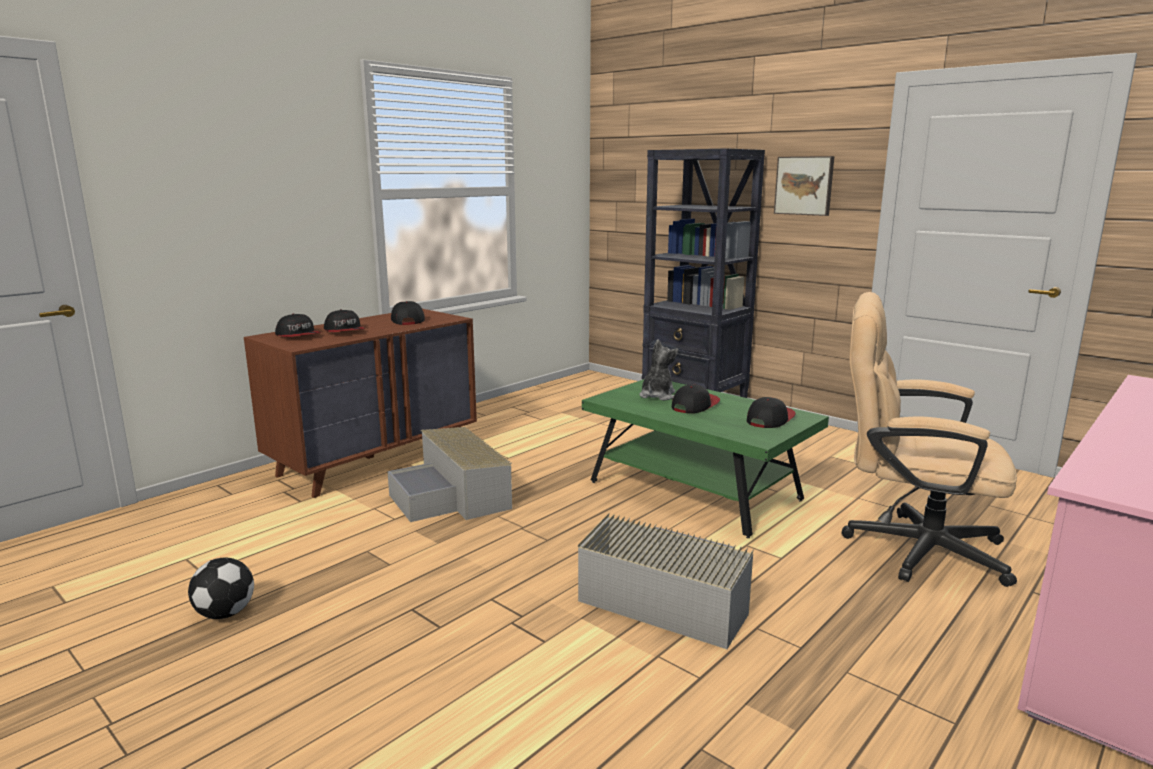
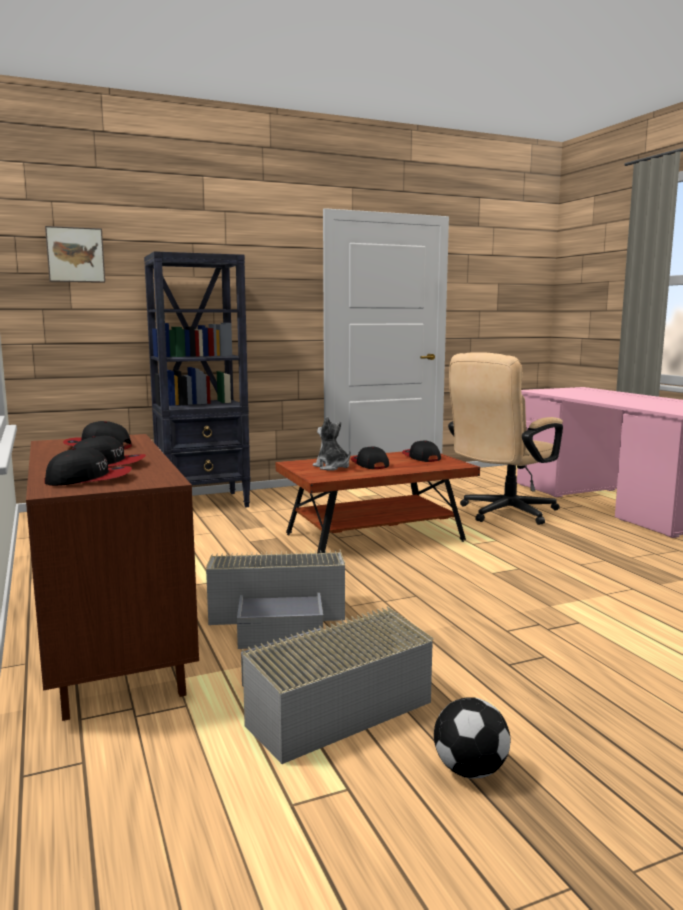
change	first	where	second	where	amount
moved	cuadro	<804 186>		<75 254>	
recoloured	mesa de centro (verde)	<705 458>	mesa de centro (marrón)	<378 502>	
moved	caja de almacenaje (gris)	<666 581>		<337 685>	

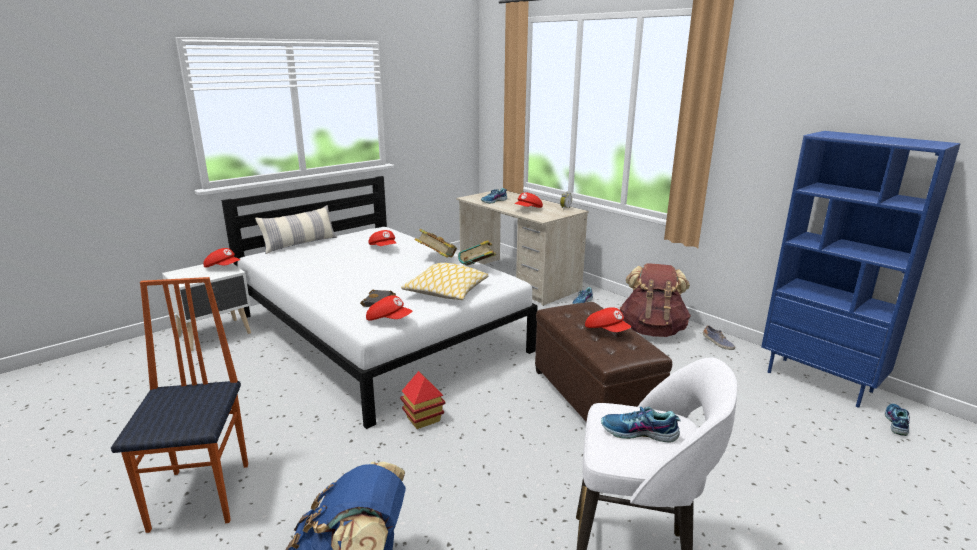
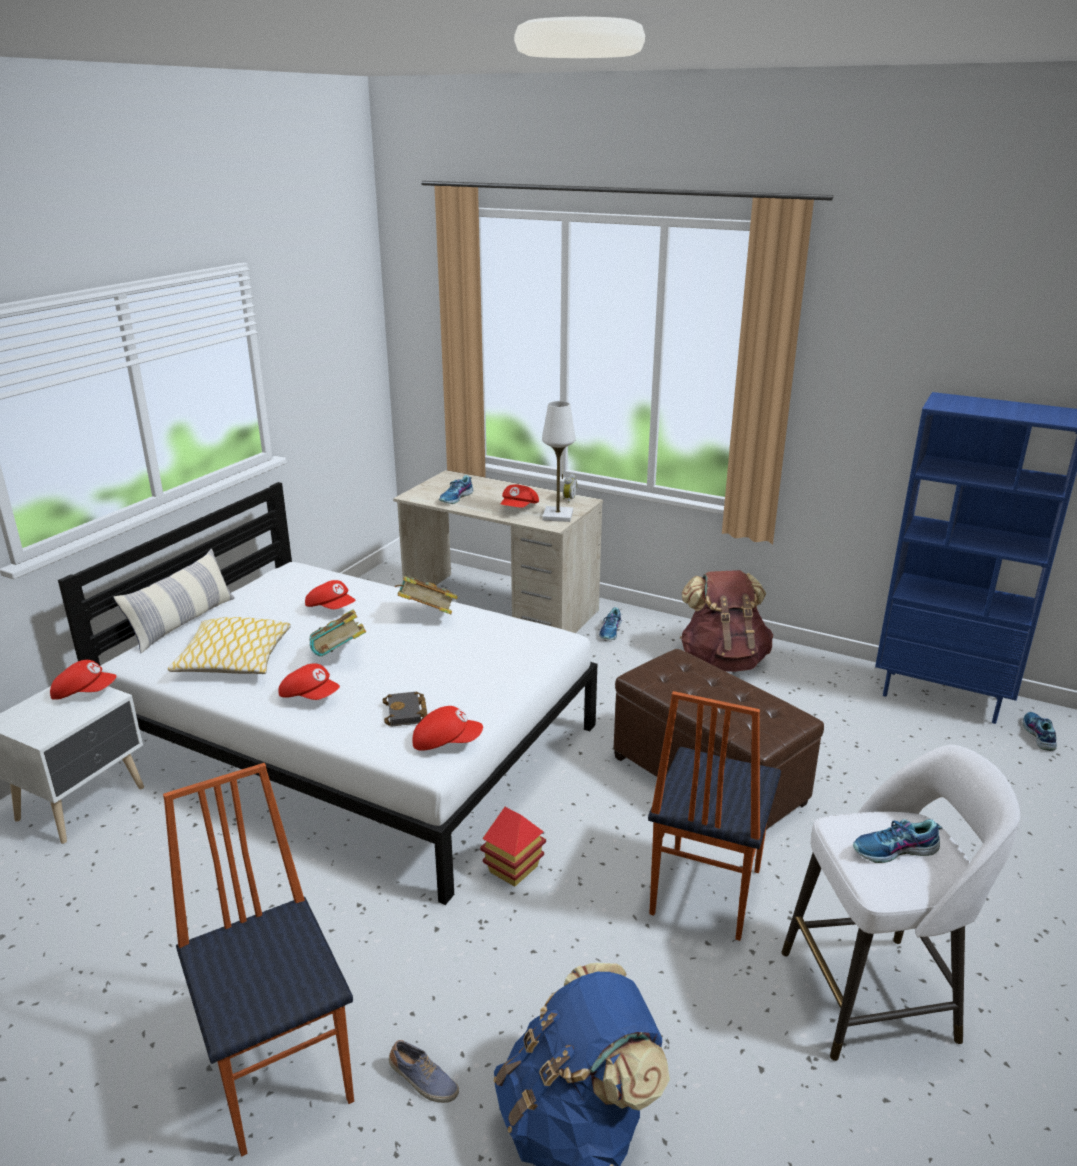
change	first	where	second	where	amount
moved	libro	<477 253>		<338 632>	
moved	cojín	<445 281>		<229 645>	
moved	gorra (rojo)	<608 319>		<309 682>	
moved	zapato	<719 337>		<424 1071>	
added			lámpara de mesa (blanco)	<559 461>	
added			silla	<714 816>	

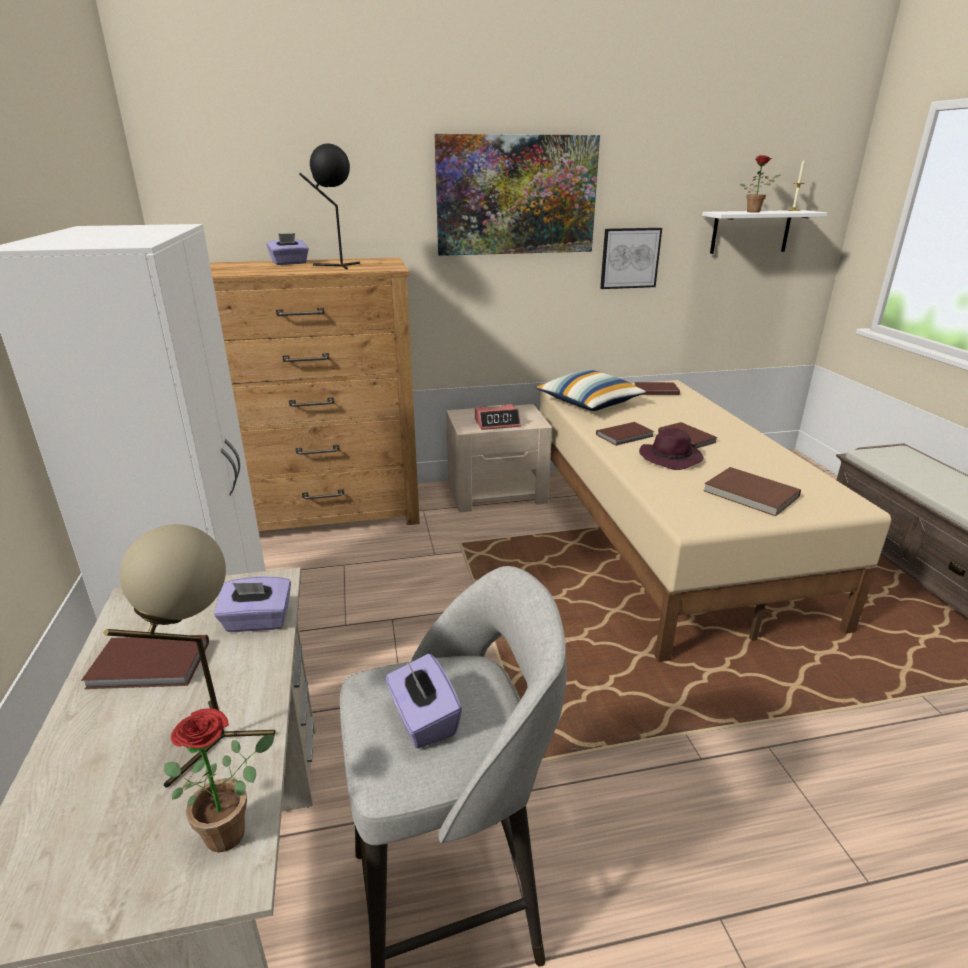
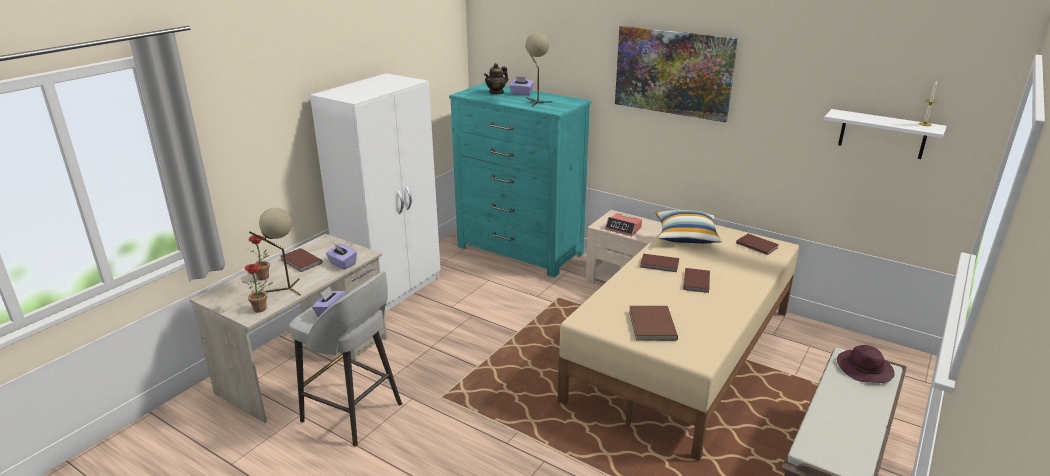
change	first	where	second	where	amount
recoloured	lámpara de mesa (negro)	<329 207>	lámpara de mesa (beis)	<539 69>	
moved	planta en maceta	<760 184>		<258 257>	
removed	cuadro	<631 258>			
recoloured	cómoda (marrón)	<315 394>	cómoda (turquesa)	<520 180>	
moved	sombrero (morado)	<671 449>		<866 364>	
added			tetera	<496 79>	

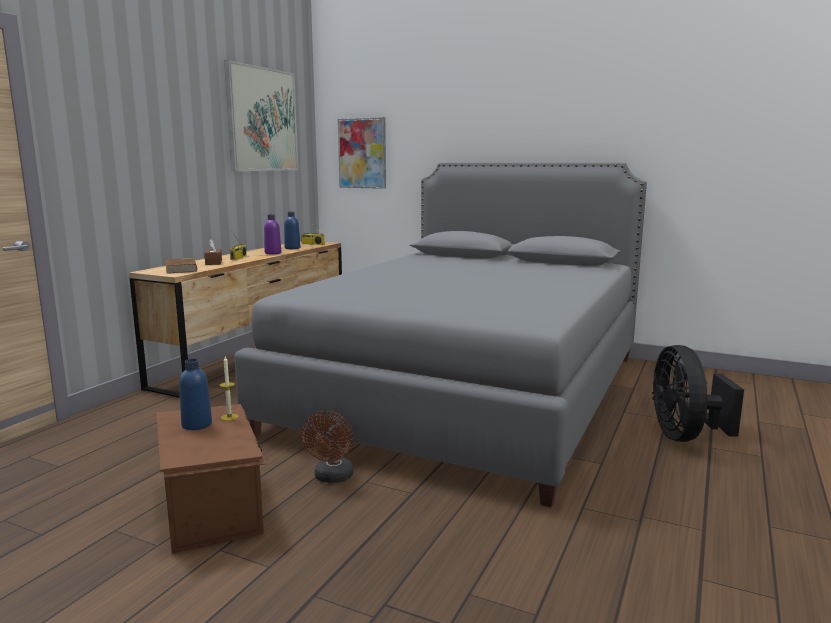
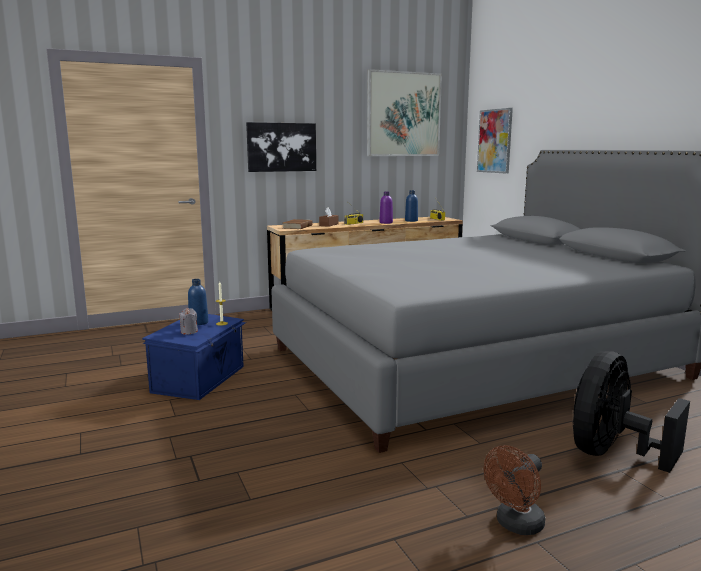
change	first	where	second	where	amount
recoloured	caja de almacenaje (marrón)	<211 479>	caja de almacenaje (azul)	<194 357>	
moved	ventilador (marrón)	<327 447>		<514 490>	
added			cuadro	<281 147>	
added			vela (gris)	<188 321>	

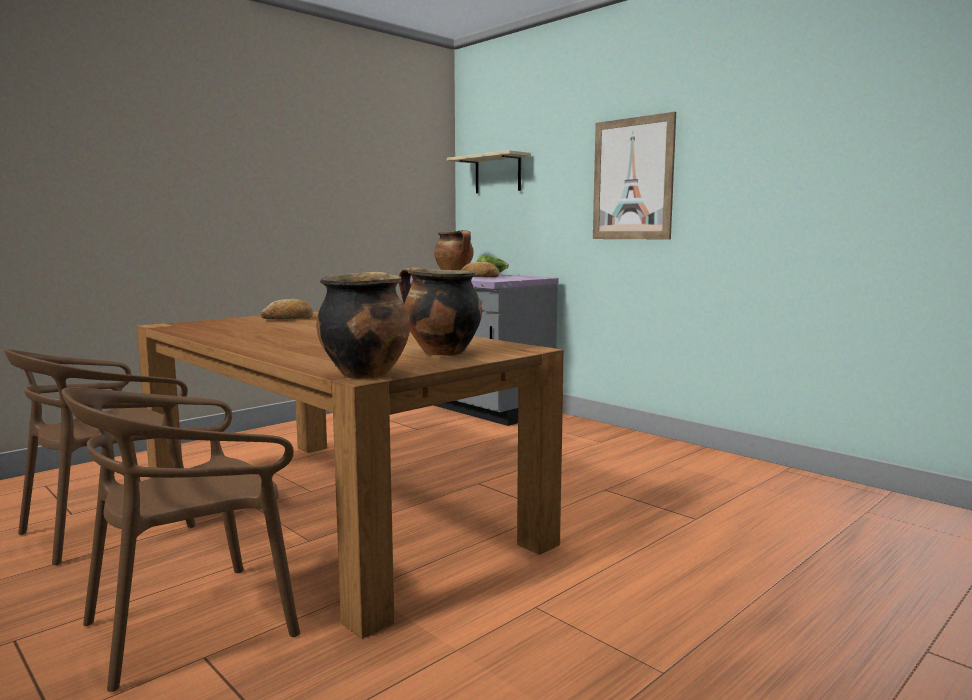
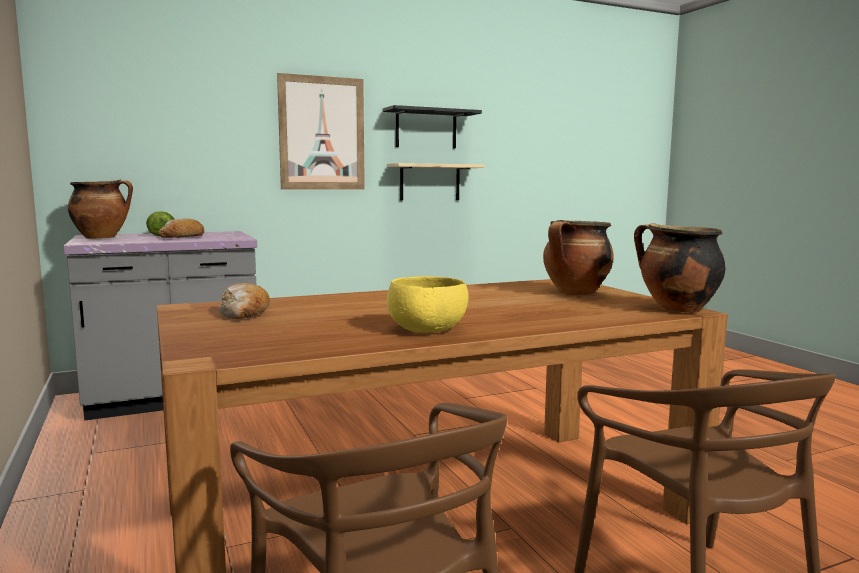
change	first	where	second	where	amount
moved	estante (beis)	<489 171>		<436 182>	
added			estante (negro)	<432 127>	
added			cuenco (amarillo)	<427 304>	

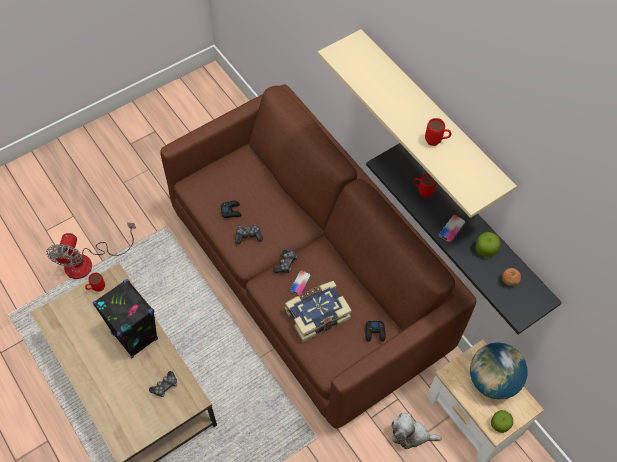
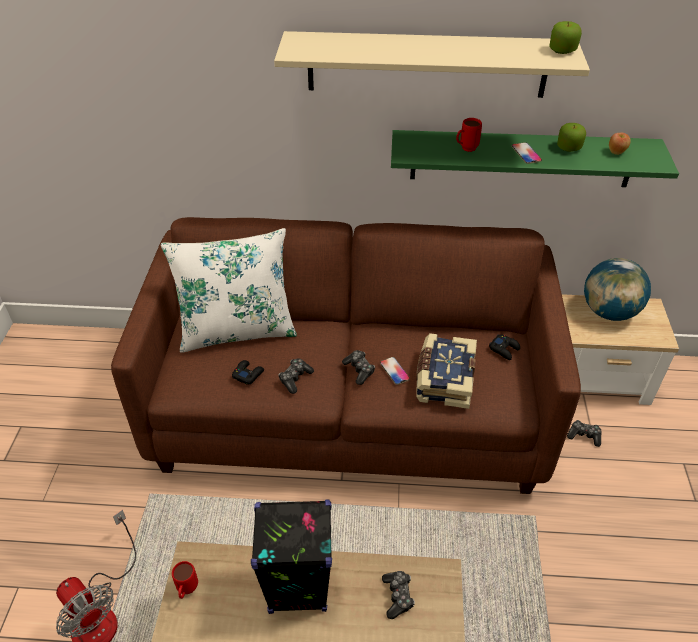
change	first	where	second	where	amount
removed	taza grande (rojo)	<438 132>			
recoloured	estante (negro)	<464 239>	estante (verde)	<535 158>	
moved	manzana	<502 421>		<565 37>	
replaced	peluche	<417 431>	mando de consola	<584 433>	
added			cojín (blanco)	<229 290>	

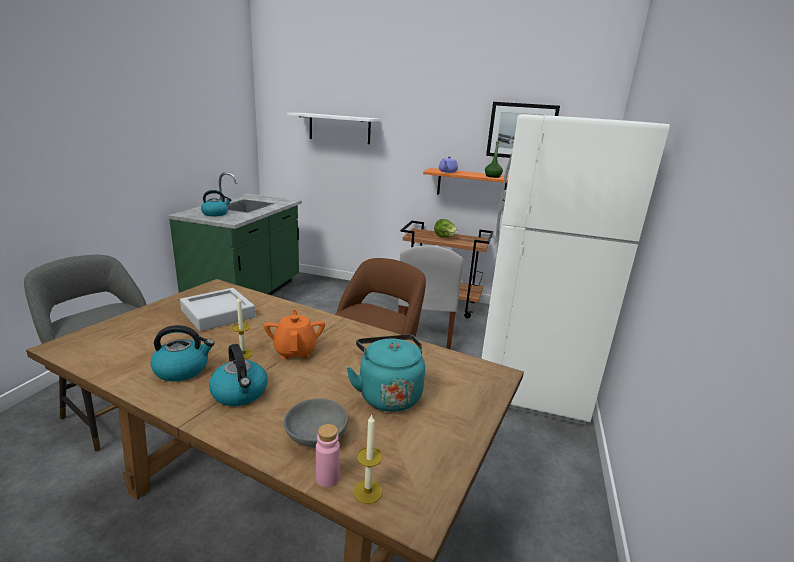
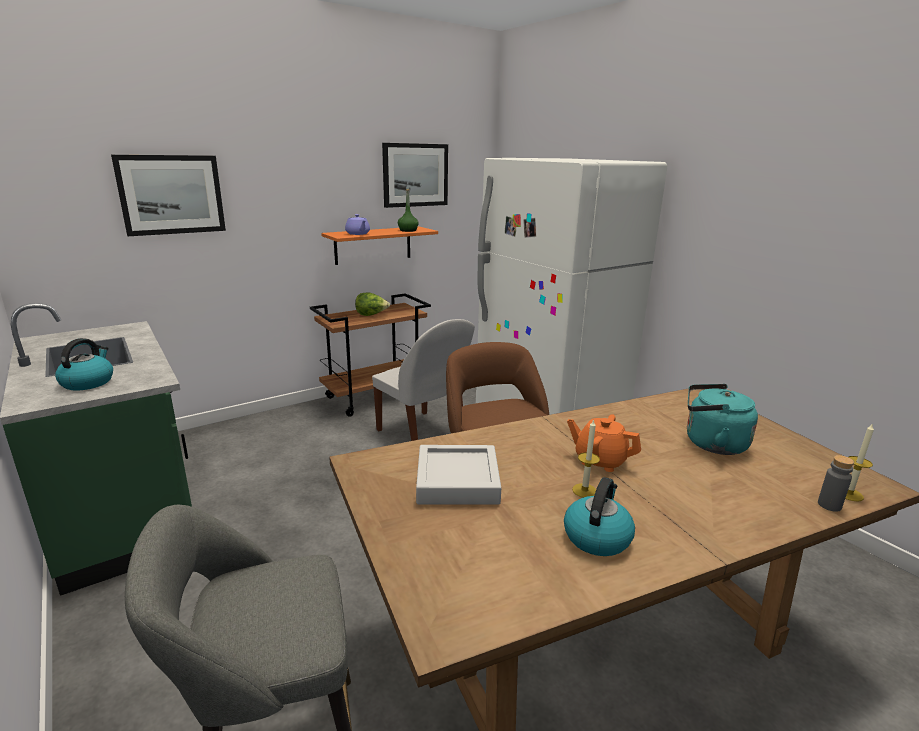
change	first	where	second	where	amount
replaced	estante (blanco)	<333 128>	cuadro	<168 195>	
removed	hervidor	<238 375>			
removed	cuenco (gris)	<316 423>			
recoloured	botella (rosa)	<328 455>	botella (gris)	<836 483>	

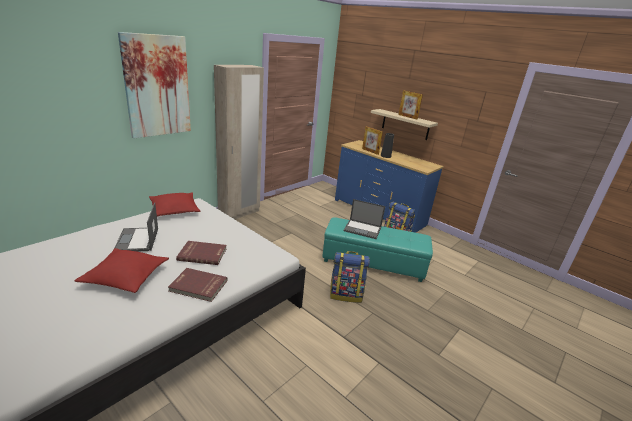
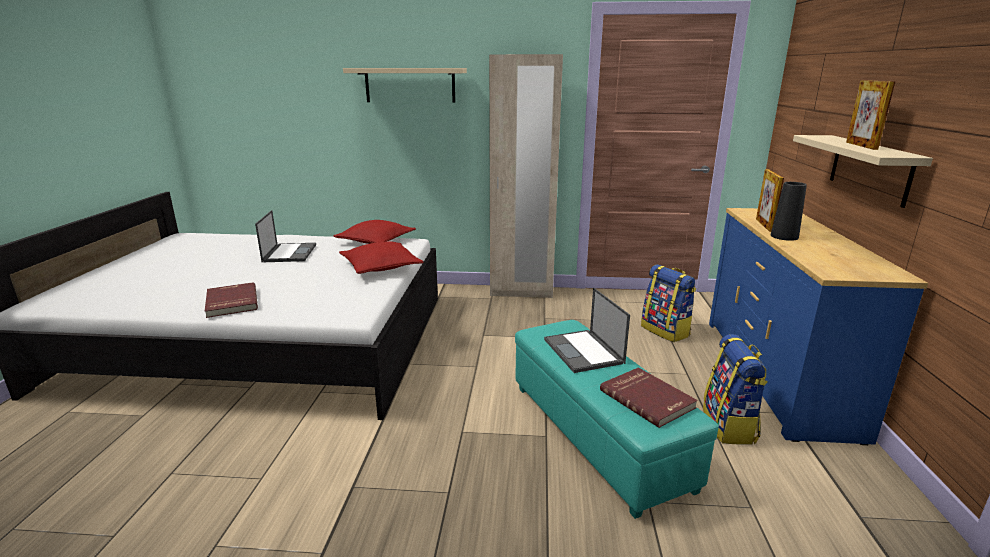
change	first	where	second	where	amount
replaced	cuadro	<154 85>	estante (beis)	<405 85>	
turned	portátil	<135 227>		<285 236>	135 degrees clockwise
moved	libro (rojo)	<201 253>		<649 397>	
moved	cojín (rojo)	<121 270>		<381 257>	
moved	mochila	<350 277>		<668 303>	

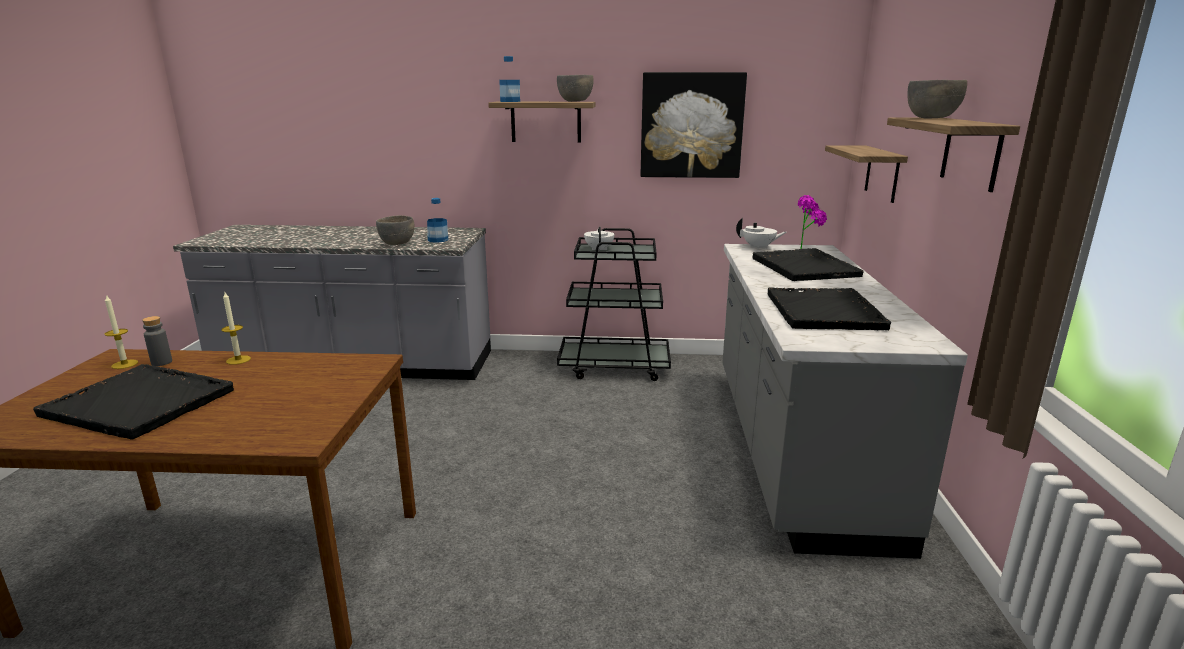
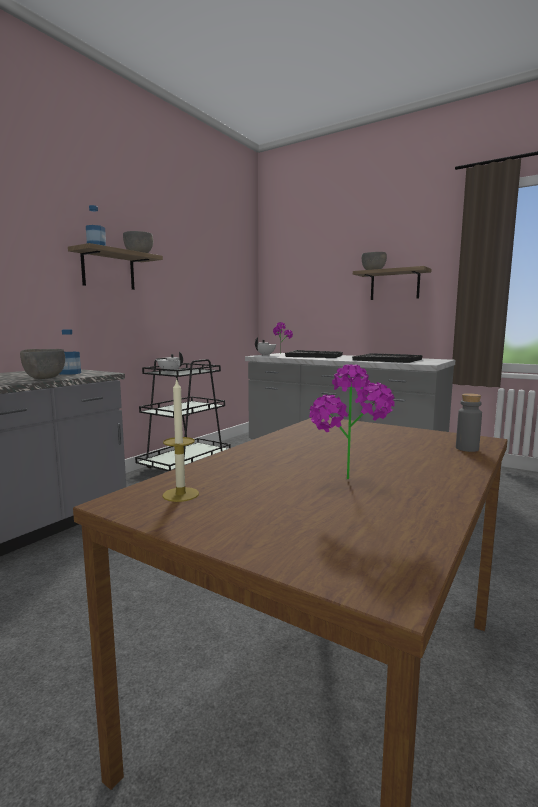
change	first	where	second	where	amount
removed	cuadro	<693 125>			
removed	estante	<866 174>			
removed	vela	<236 328>			
moved	botella (gris)	<157 341>		<469 422>	
replaced	bandeja (negro)	<133 402>	planta en maceta	<352 421>	

